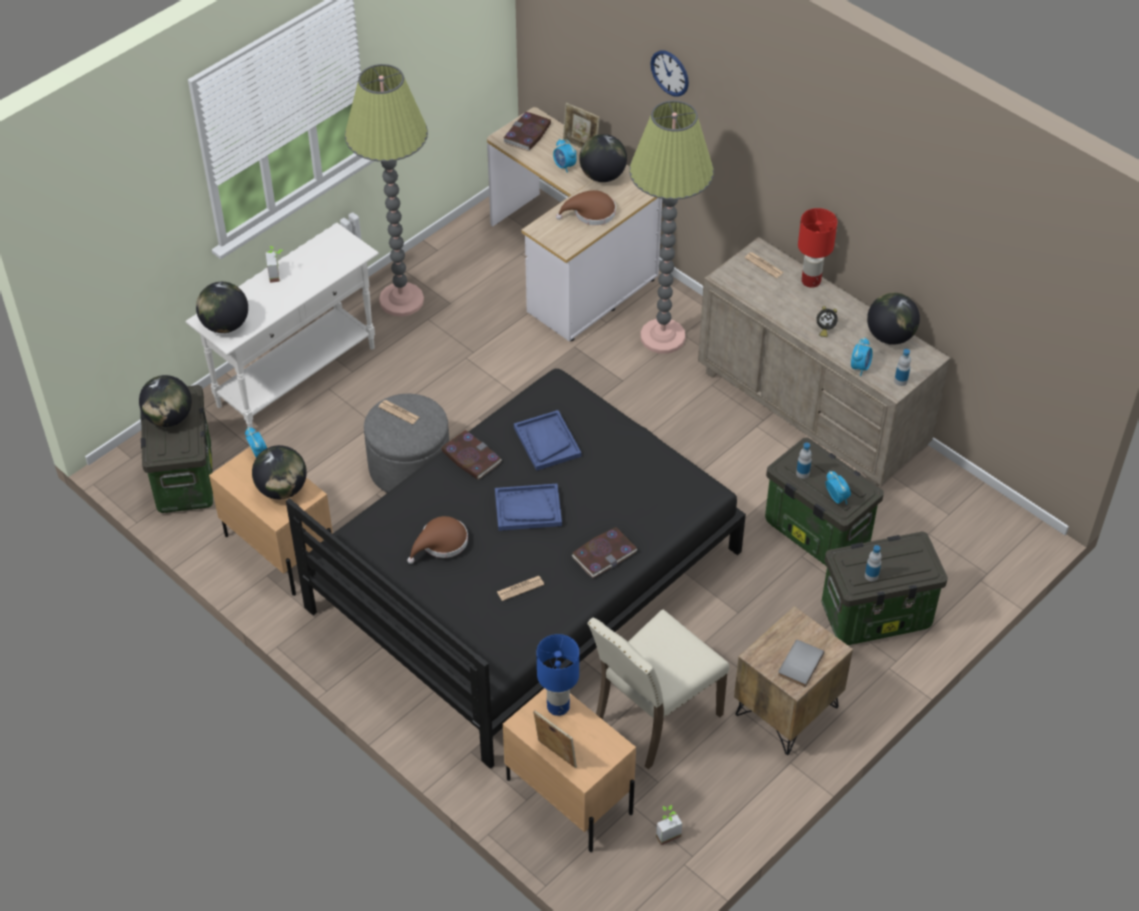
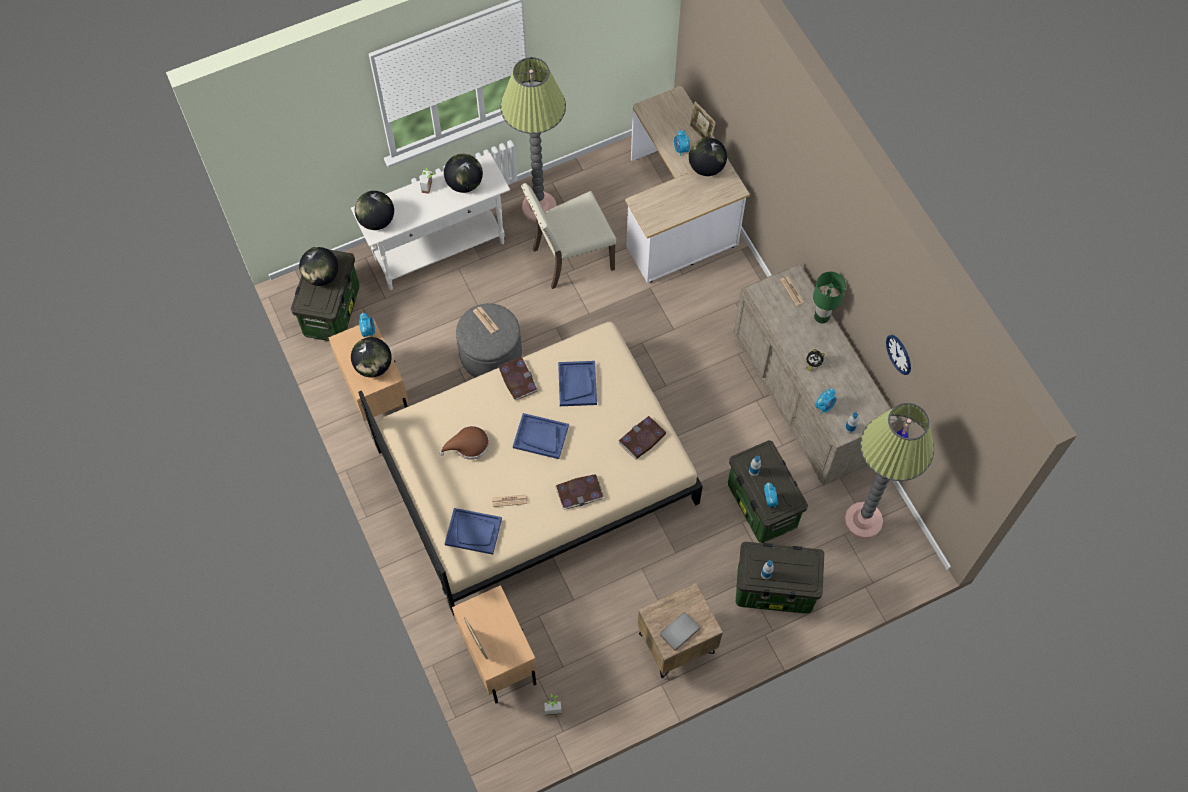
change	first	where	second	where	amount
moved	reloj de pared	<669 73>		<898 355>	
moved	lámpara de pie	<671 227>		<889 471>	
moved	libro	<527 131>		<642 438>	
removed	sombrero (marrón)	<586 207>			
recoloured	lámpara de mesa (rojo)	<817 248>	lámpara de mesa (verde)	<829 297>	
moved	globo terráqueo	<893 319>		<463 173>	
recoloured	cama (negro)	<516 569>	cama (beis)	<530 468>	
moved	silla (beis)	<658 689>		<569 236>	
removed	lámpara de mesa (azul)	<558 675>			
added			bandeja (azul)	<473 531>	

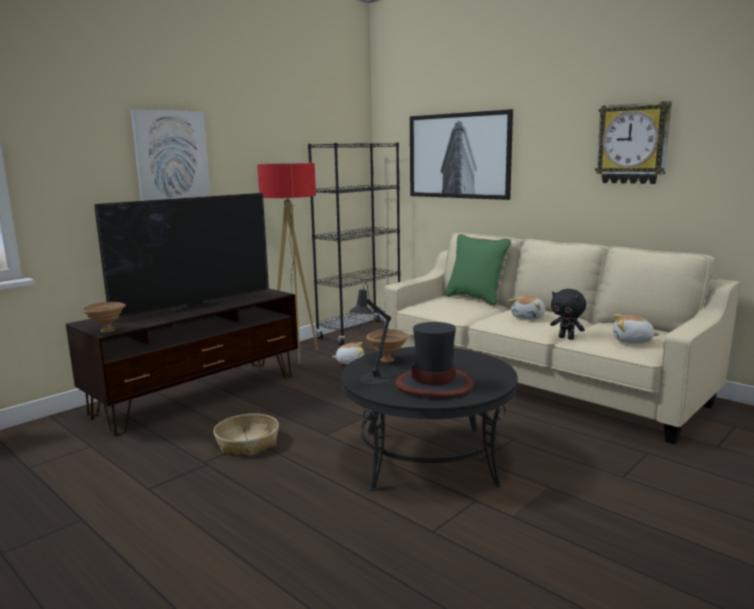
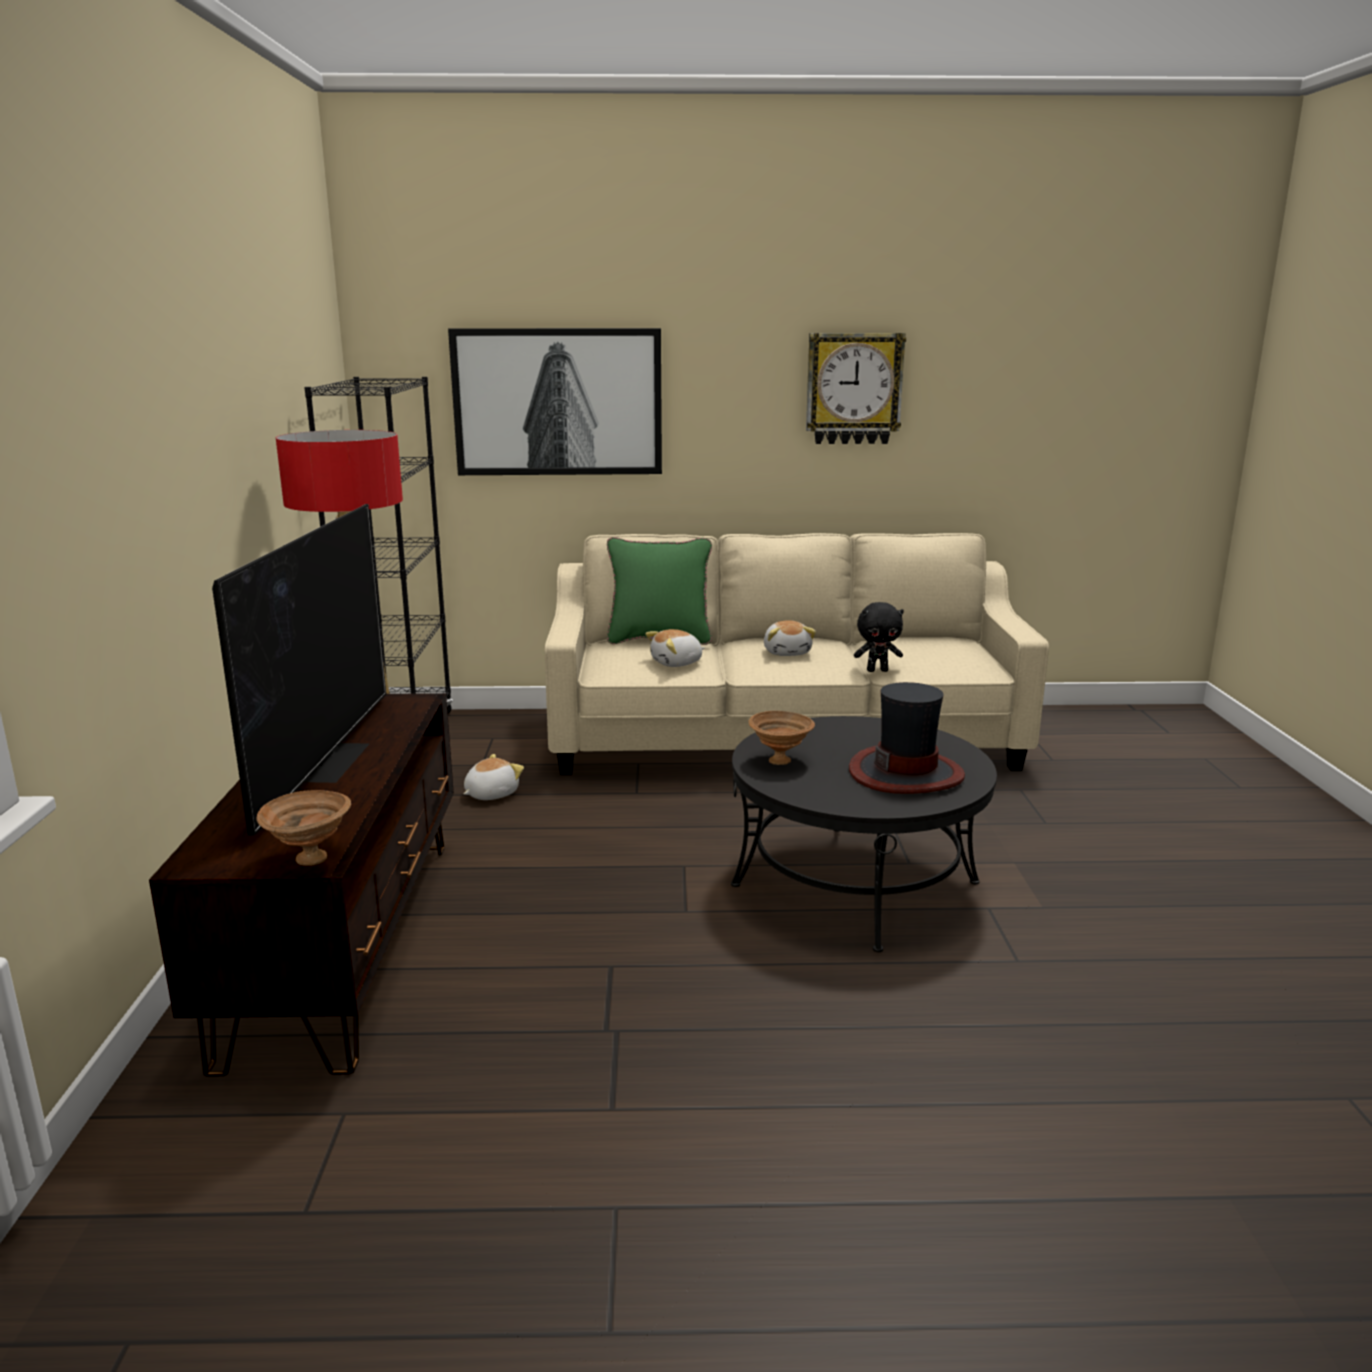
change	first	where	second	where	amount
removed	cuadro	<170 155>			
removed	lámpara de mesa (negro)	<370 334>			
moved	peluche	<636 328>		<674 648>	
removed	cesta	<246 434>			

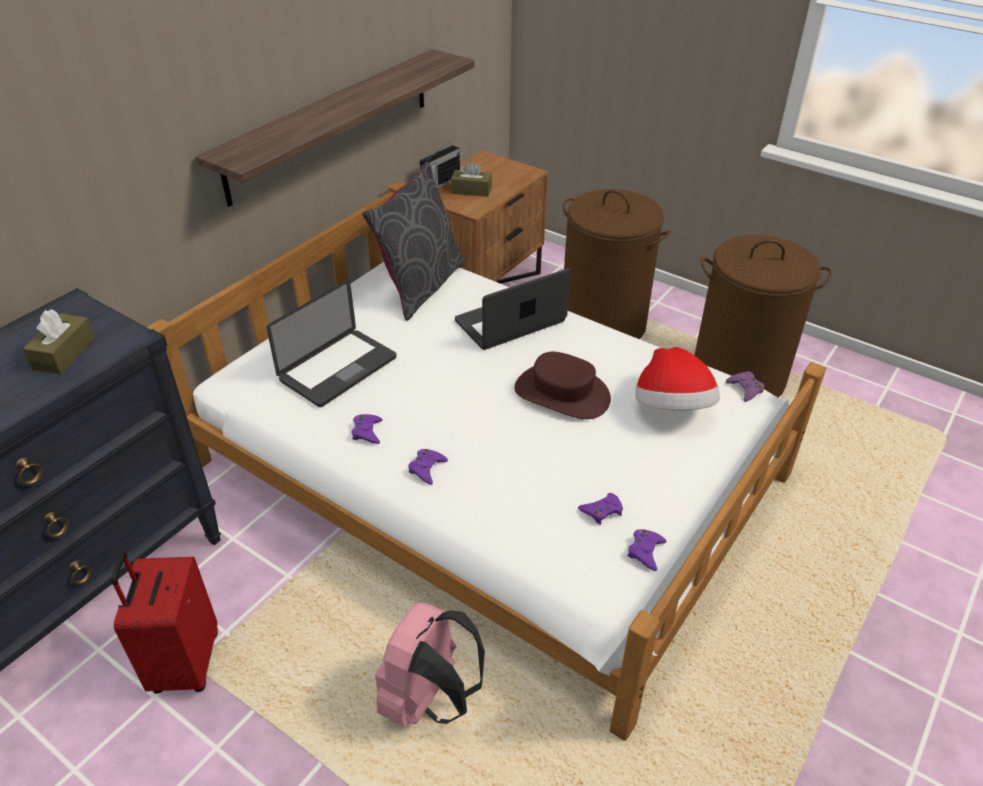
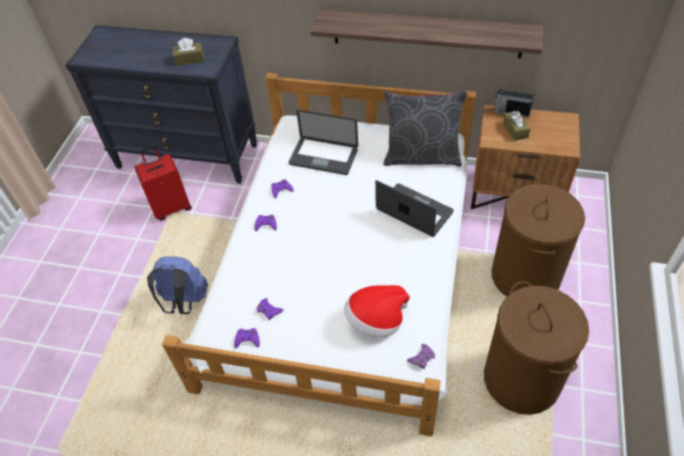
change	first	where	second	where	amount
removed	sombrero (marrón)	<562 385>			
recoloured	mochila (rosa)	<430 665>	mochila (azul)	<177 285>	

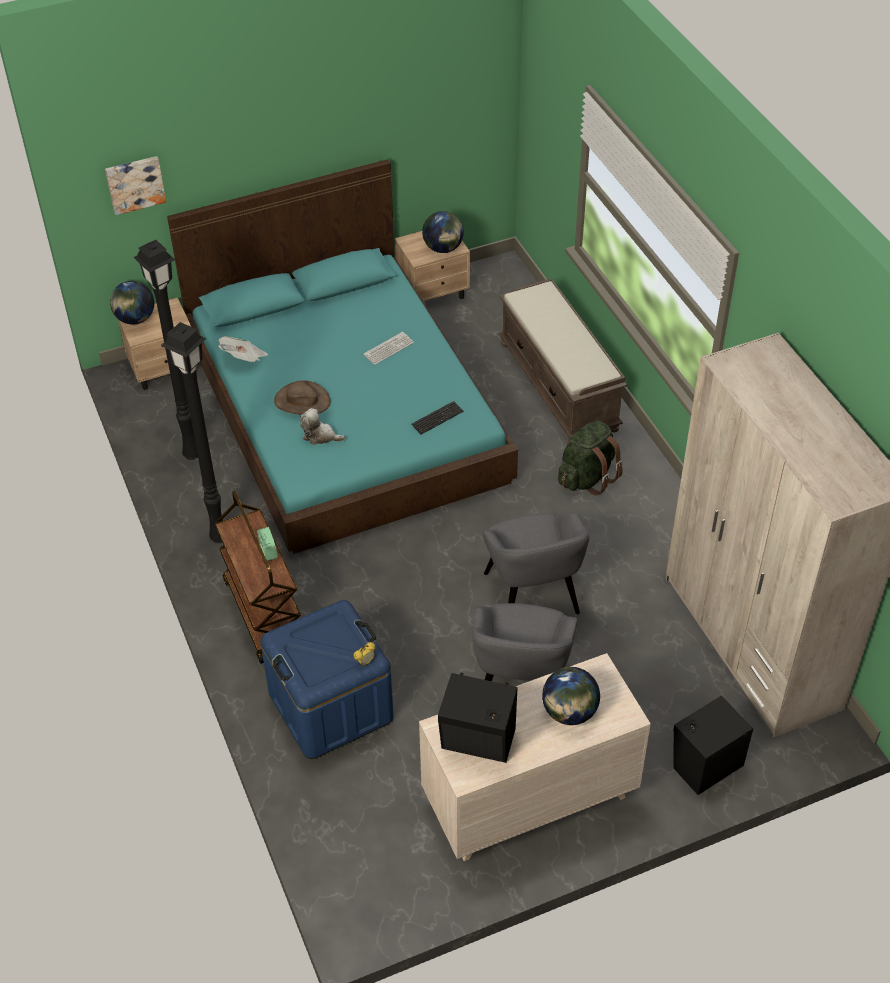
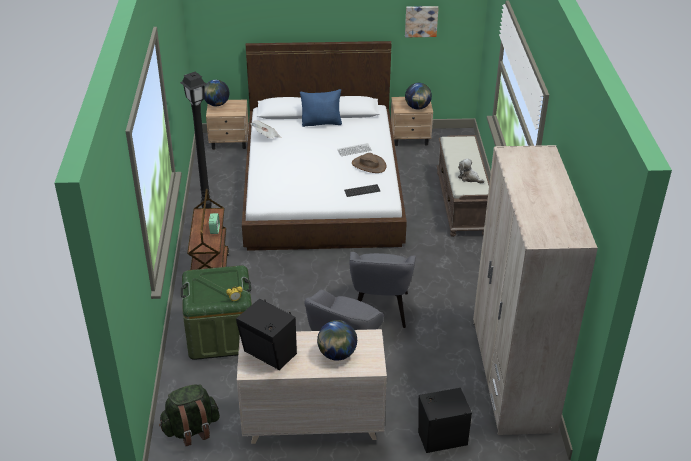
change	first	where	second	where	amount
moved	cuadro	<135 185>		<421 21>	
recoloured	cama (turquesa)	<342 356>	cama (blanco)	<324 146>	
removed	lámpara de pie (negro)	<165 350>			
moved	sombrero (marrón)	<302 398>		<369 163>	
moved	peluche	<322 426>		<471 170>	
moved	mochila (verde)	<590 458>		<189 415>	
recoloured	caja de almacenaje (azul)	<327 679>	caja de almacenaje (verde)	<216 312>	
added			cojín (azul)	<321 108>	

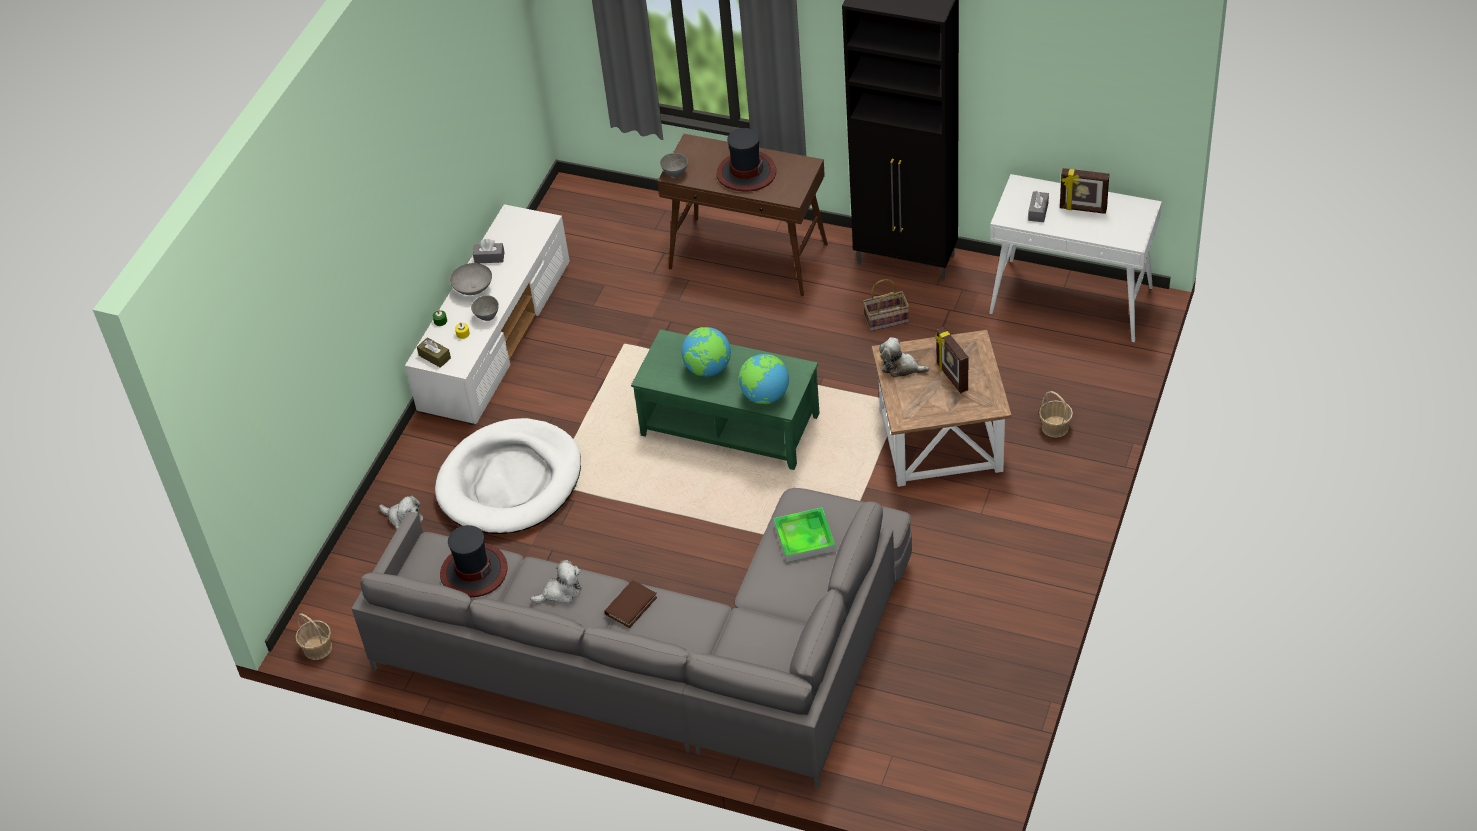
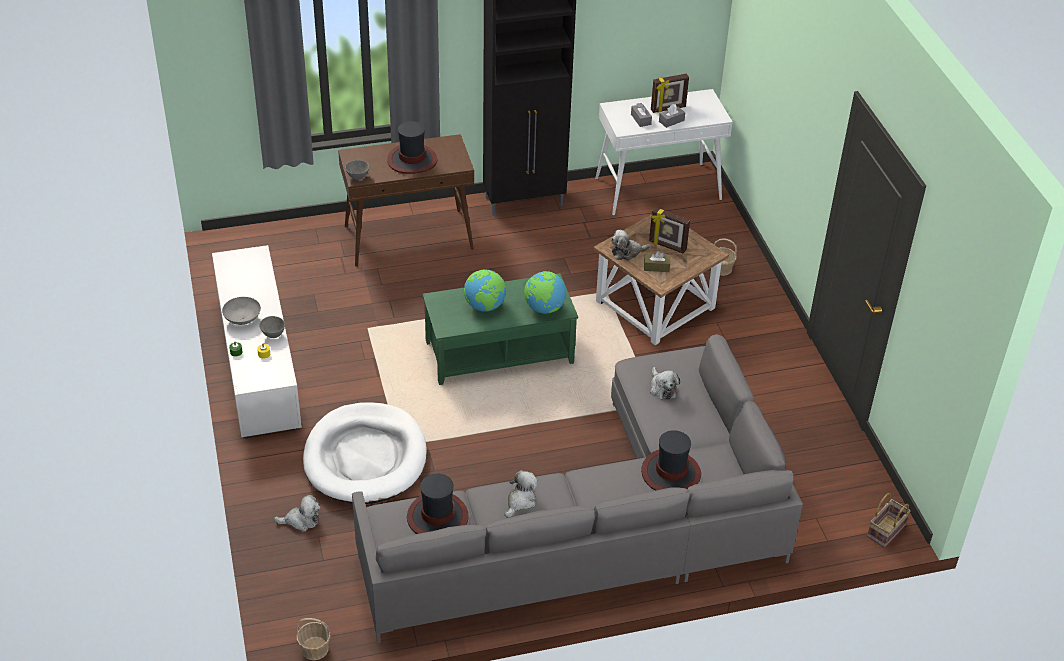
change	first	where	second	where	amount
moved	caja de pañuelos (gris)	<488 251>		<672 116>	
moved	cesta	<886 305>		<888 520>	
moved	caja de pañuelos (marrón)	<434 353>		<657 261>	
replaced	bandeja	<804 534>	peluche	<665 383>	
removed	libro (marrón)	<630 604>			
added			sombrero	<671 460>	

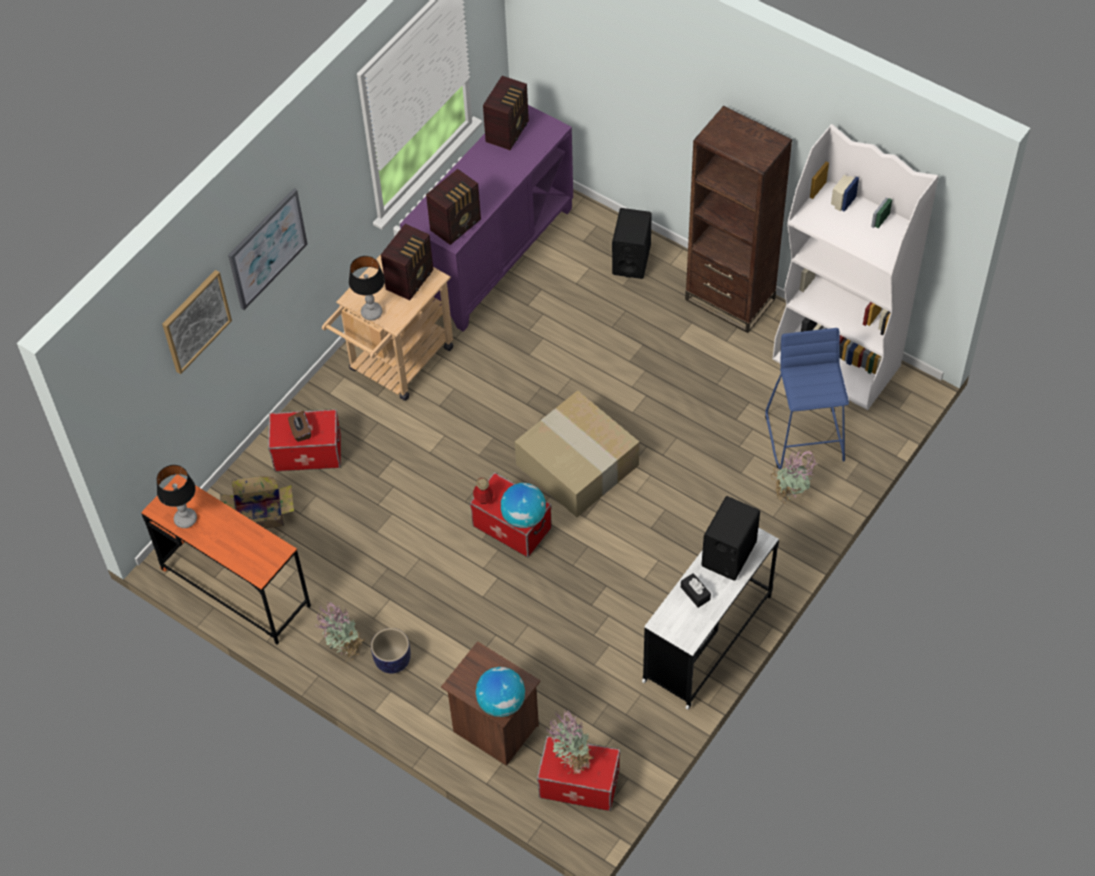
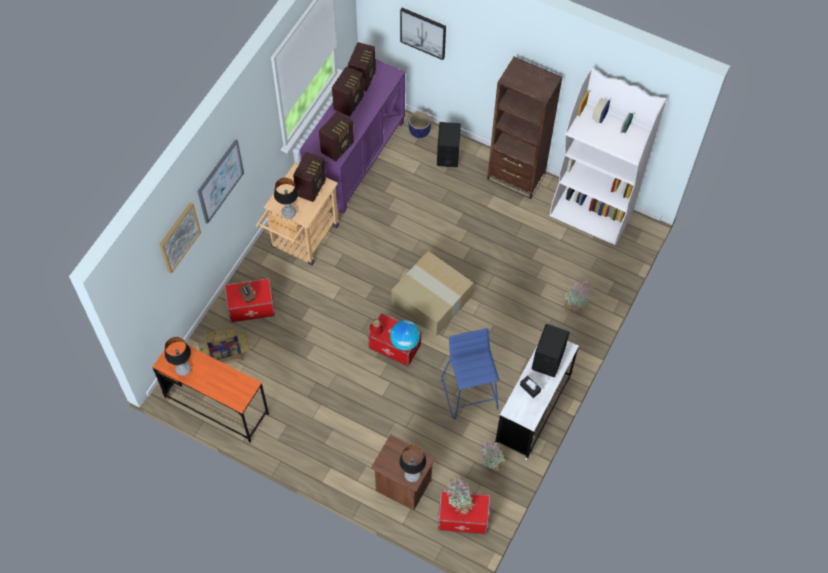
change	first	where	second	where	amount
moved	taburete (azul)	<807 398>		<470 373>	
moved	planta en maceta	<339 631>		<494 457>	
moved	maceta	<391 651>		<420 124>	
replaced	globo terráqueo	<500 692>	lámpara de mesa	<412 463>	
added			cuadro	<423 34>	
added			radio	<348 91>	

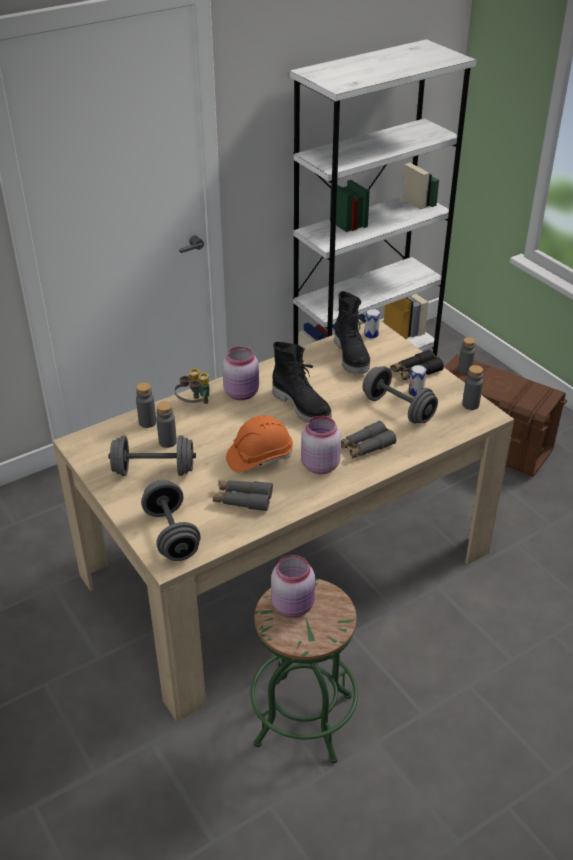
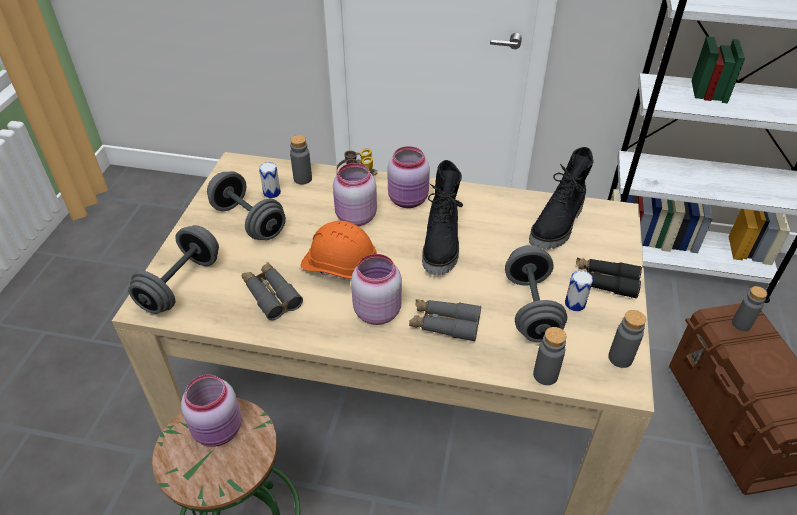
change	first	where	second	where	amount
moved	lata	<372 323>		<270 180>	
moved	botella (gris)	<166 424>		<549 356>	
added			tarro (rosa)	<355 194>	

